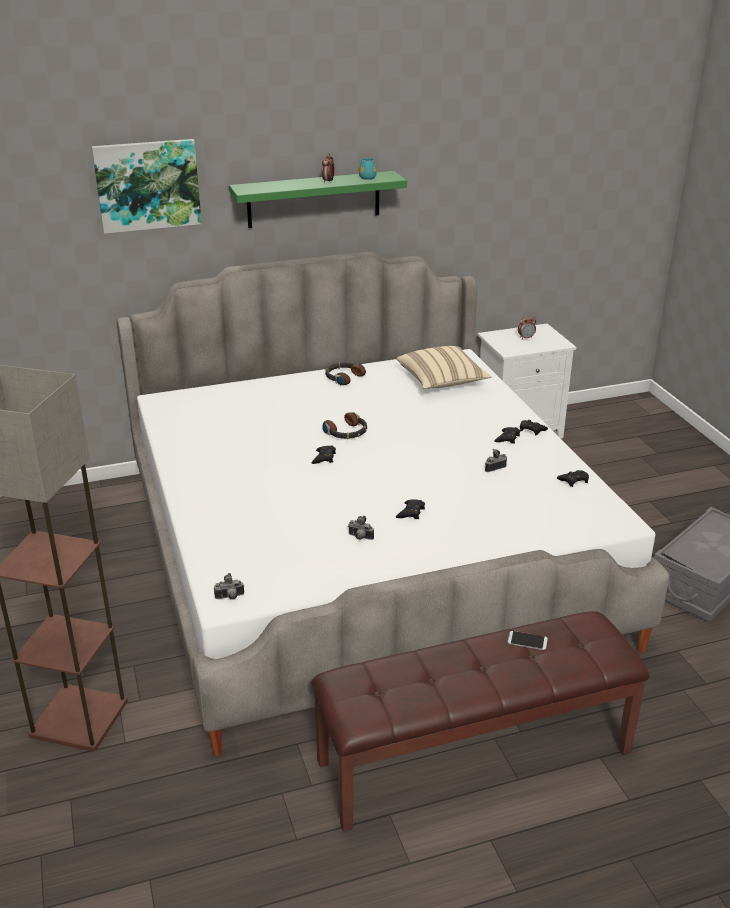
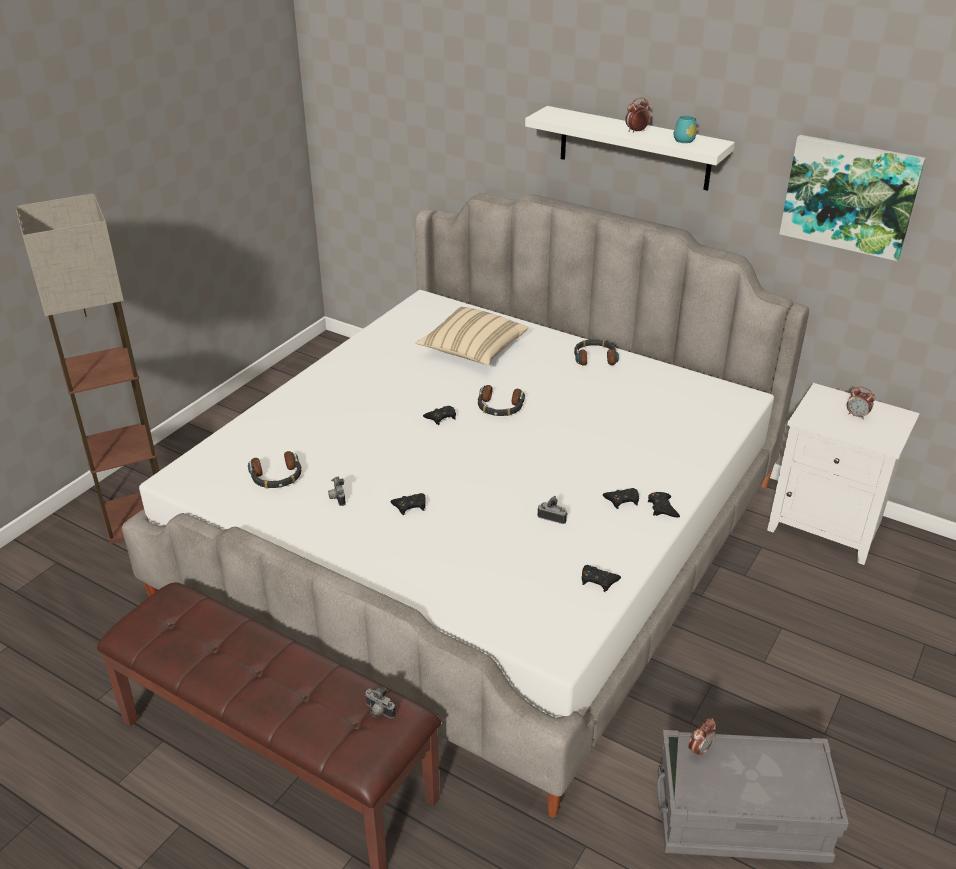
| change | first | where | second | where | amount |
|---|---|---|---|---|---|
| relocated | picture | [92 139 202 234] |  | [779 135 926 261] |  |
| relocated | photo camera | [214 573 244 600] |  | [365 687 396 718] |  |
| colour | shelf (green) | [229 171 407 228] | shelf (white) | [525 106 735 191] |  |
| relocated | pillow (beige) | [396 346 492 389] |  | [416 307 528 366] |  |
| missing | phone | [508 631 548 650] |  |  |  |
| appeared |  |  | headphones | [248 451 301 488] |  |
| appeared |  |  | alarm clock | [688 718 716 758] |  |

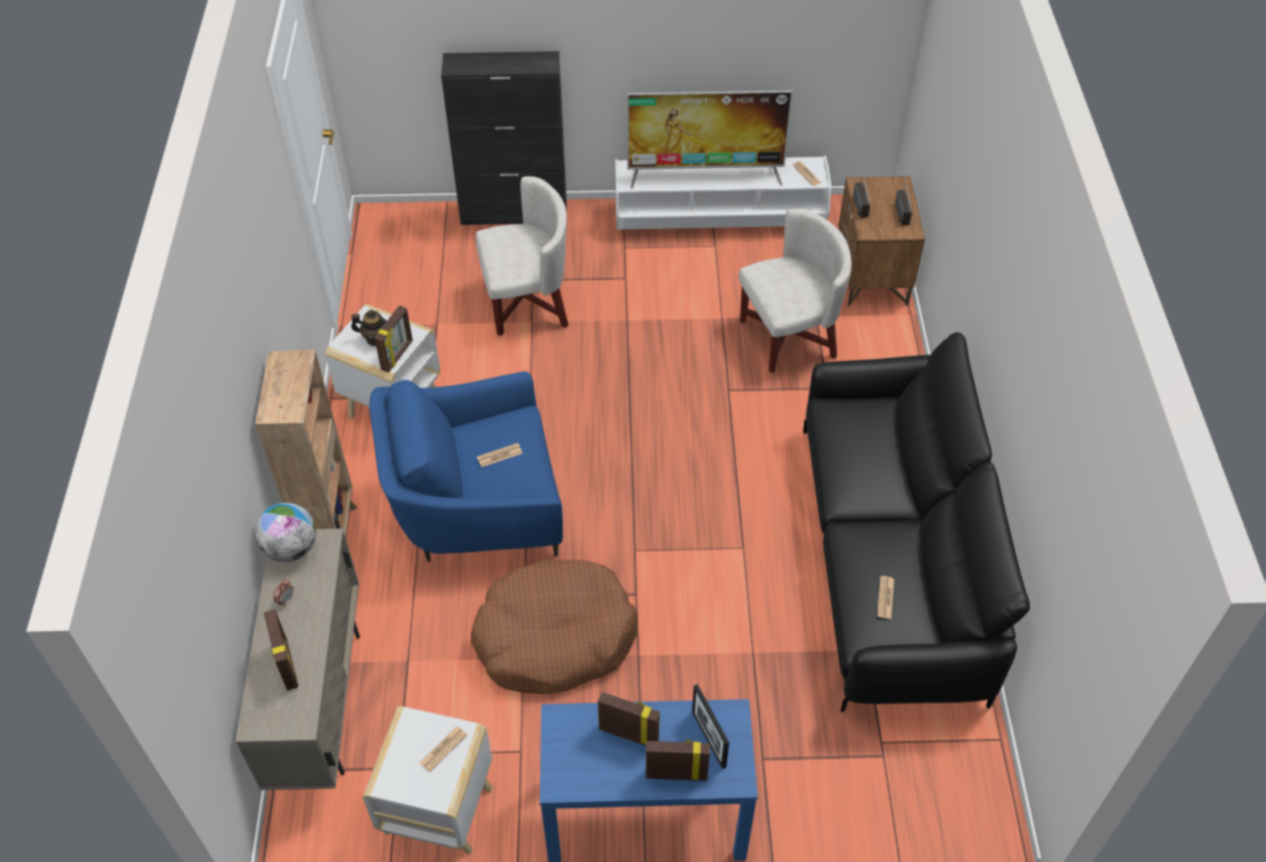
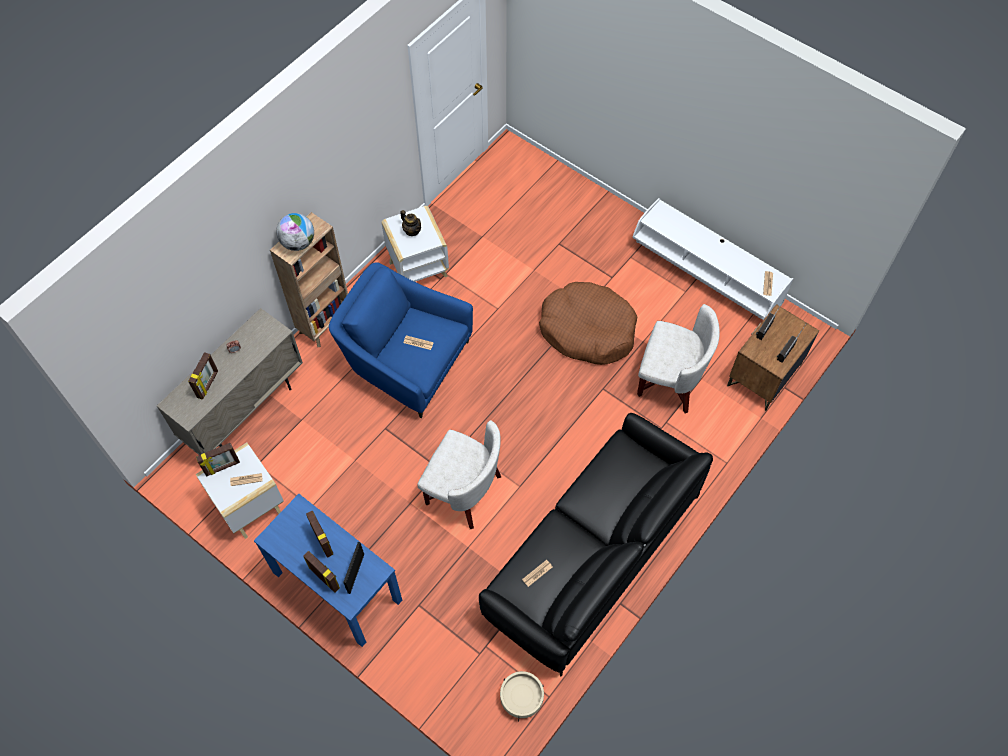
| change | first | where | second | where | amount |
|---|---|---|---|---|---|
| relocated | globe | [255 503 316 562] |  | [276 213 314 251] |  |
| relocated | picture frame | [374 305 413 373] |  | [196 443 240 476] |  |
| missing | cabinet (black) | [441 51 567 225] |  |  |  |
| relocated | dog bed (brown) | [471 559 638 694] |  | [539 282 638 365] |  |
| relocated | armchair (white) | [476 176 568 336] |  | [417 420 501 529] |  |
| missing | television | [627 91 793 189] |  |  |  |
| appeared |  |  | planter (beige) | [500 671 544 721] |  |

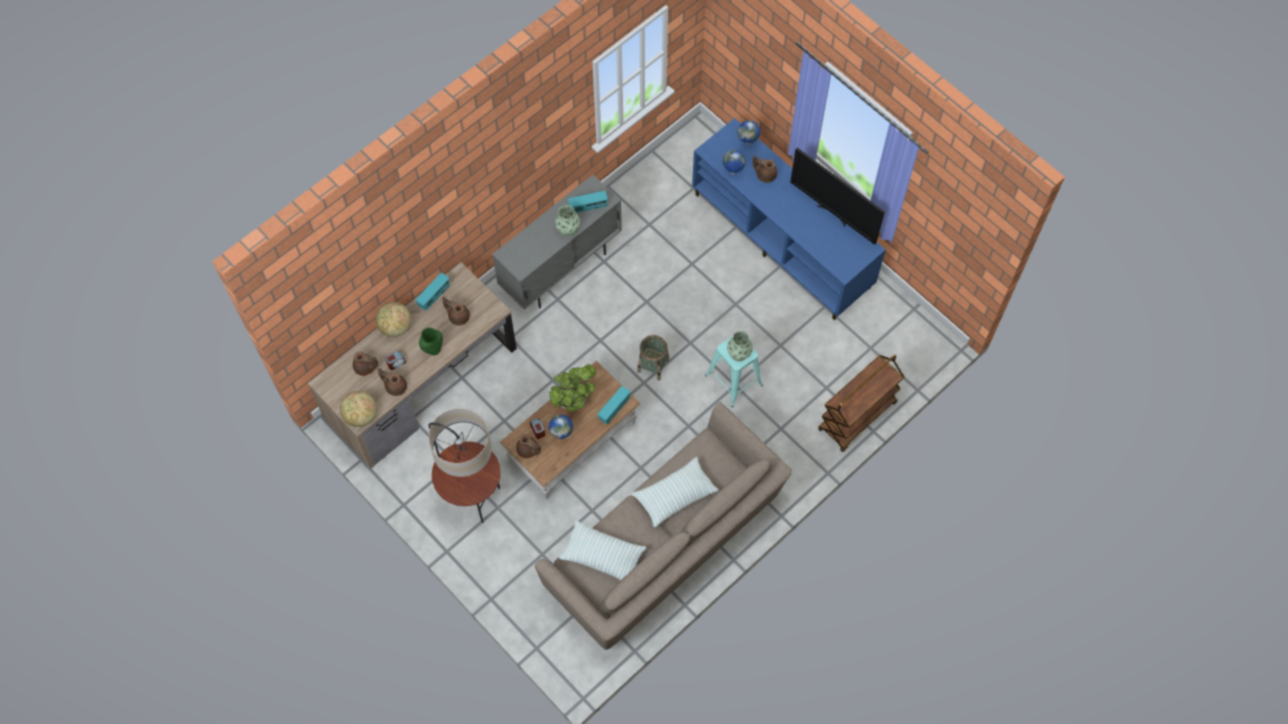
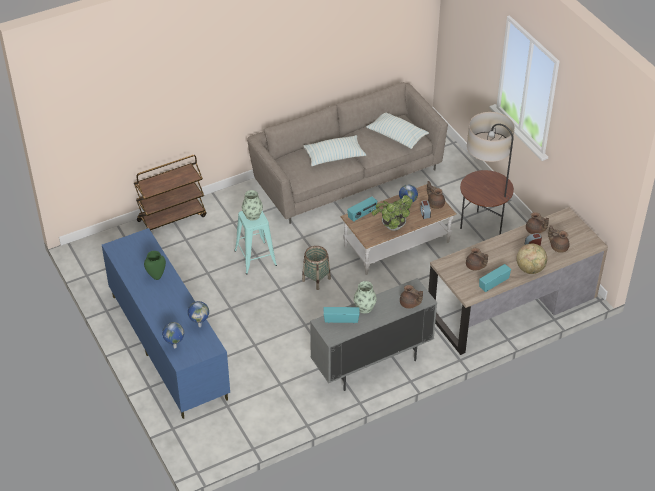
| change | first | where | second | where | amount |
|---|---|---|---|---|---|
| missing | globe | [340 391 377 427] |  |  |  |
| relocated | vase (green) | [419 328 443 355] |  | [144 251 166 280] |  |
| relocated | teapot (brown) | [753 156 777 183] |  | [400 285 423 309] |  |
| missing | television | [790 148 885 245] |  |  |  |

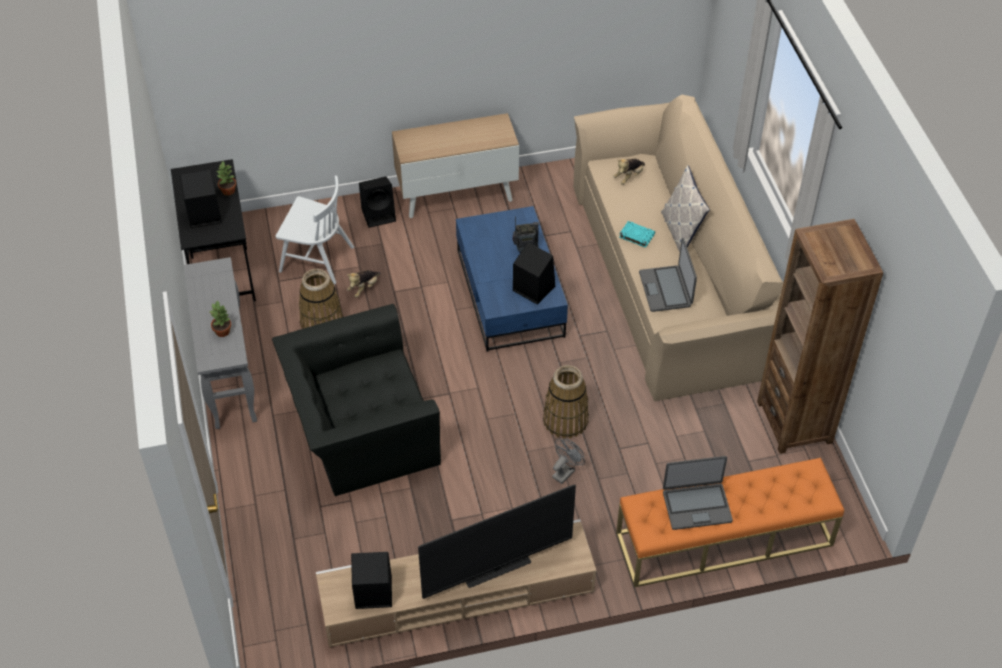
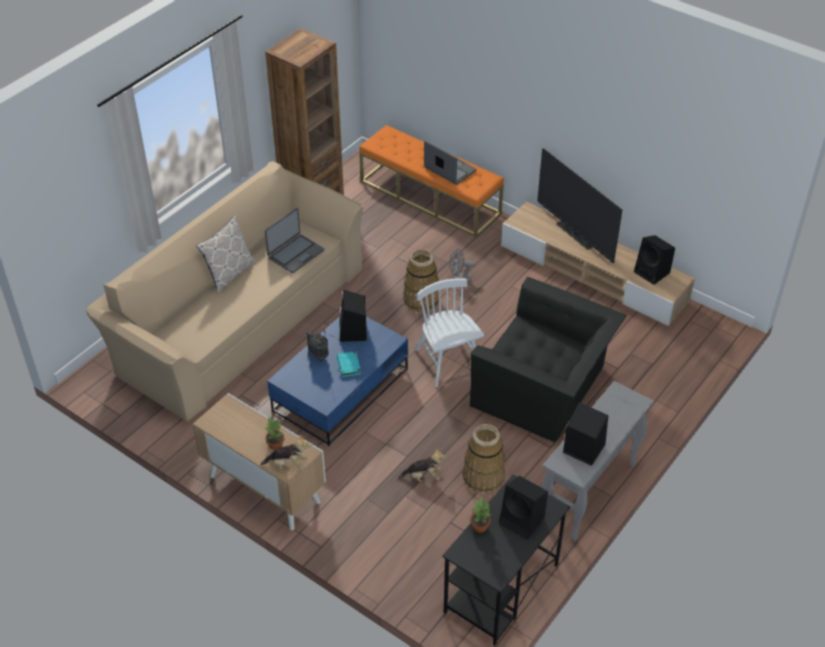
| change | first | where | second | where | amount |
|---|---|---|---|---|---|
| relocated | potted plant | [210 300 231 337] |  | [265 417 284 450] |  |
| relocated | chair (white) | [276 176 354 284] |  | [414 278 484 387] |  |
| relocated | speaker (black) | [359 177 396 228] |  | [563 402 608 466] |  |
| spun | television | [418 484 576 599] |  | [537 148 622 263] | 150 degrees counterclockwise |
| relocated | plush toy | [613 159 645 185] |  | [261 434 311 470] |  |
| relocated | book (turquoise) | [619 221 655 248] |  | [337 351 361 377] |  |

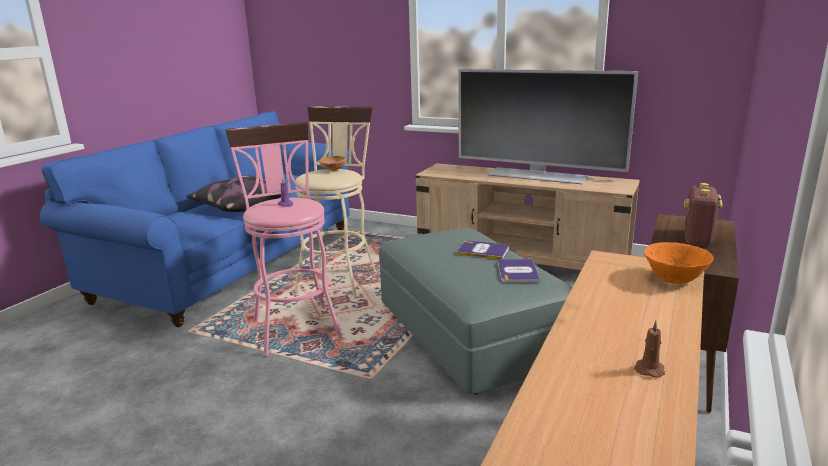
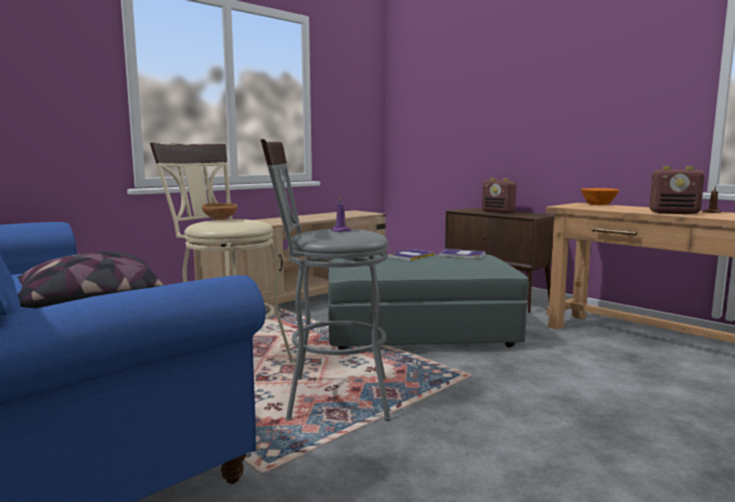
| change | first | where | second | where | amount |
|---|---|---|---|---|---|
| colour | stool (pink) | [225 122 343 357] | stool (grey) | [261 139 391 421] |  |
| missing | television | [458 69 638 184] |  |  |  |
| appeared |  |  | radio | [649 166 705 214] |  |

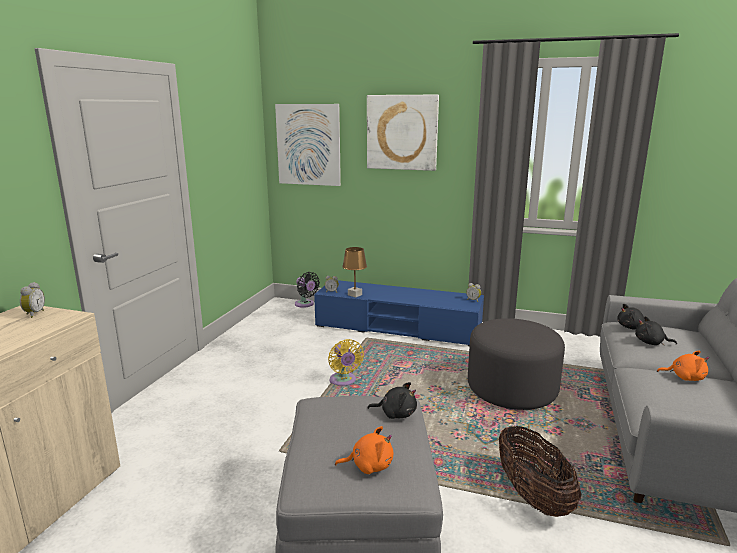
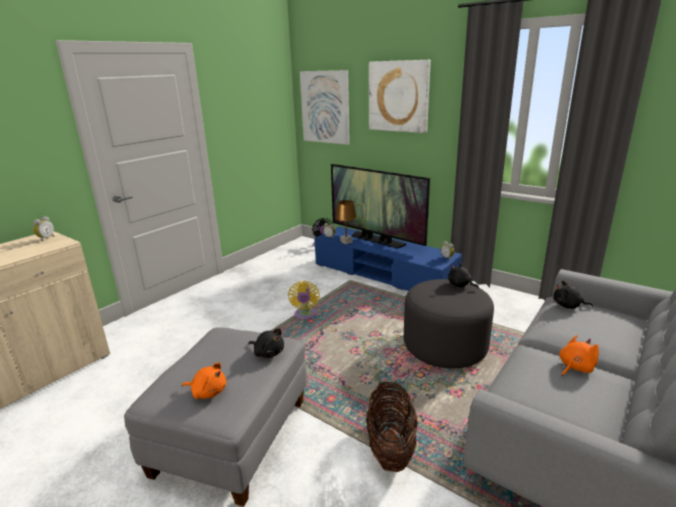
| change | first | where | second | where | amount |
|---|---|---|---|---|---|
| relocated | plush toy (black) | [635 316 677 346] |  | [448 262 479 289] |  |
| spun | plush toy (orange) | [657 351 709 381] |  | [559 335 599 376] | 75 degrees counterclockwise |
| appeared |  |  | television | [331 164 430 248] |  |

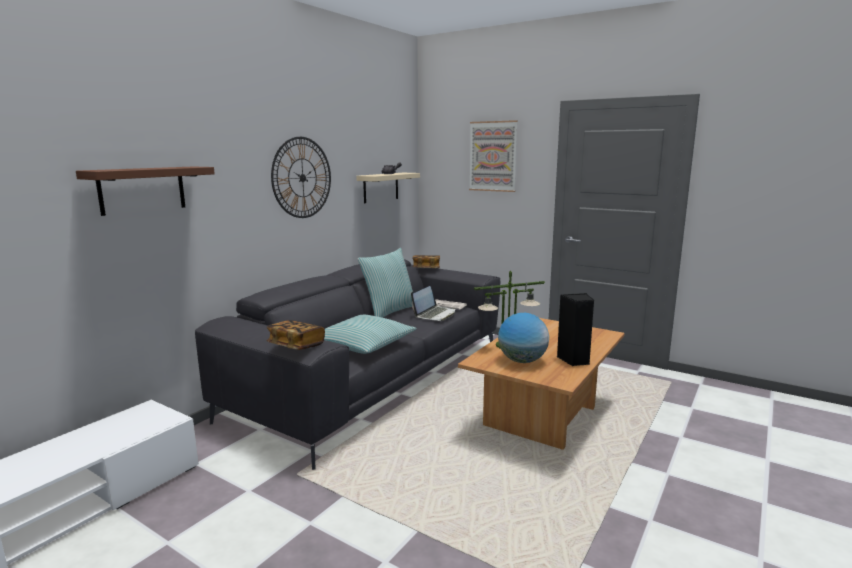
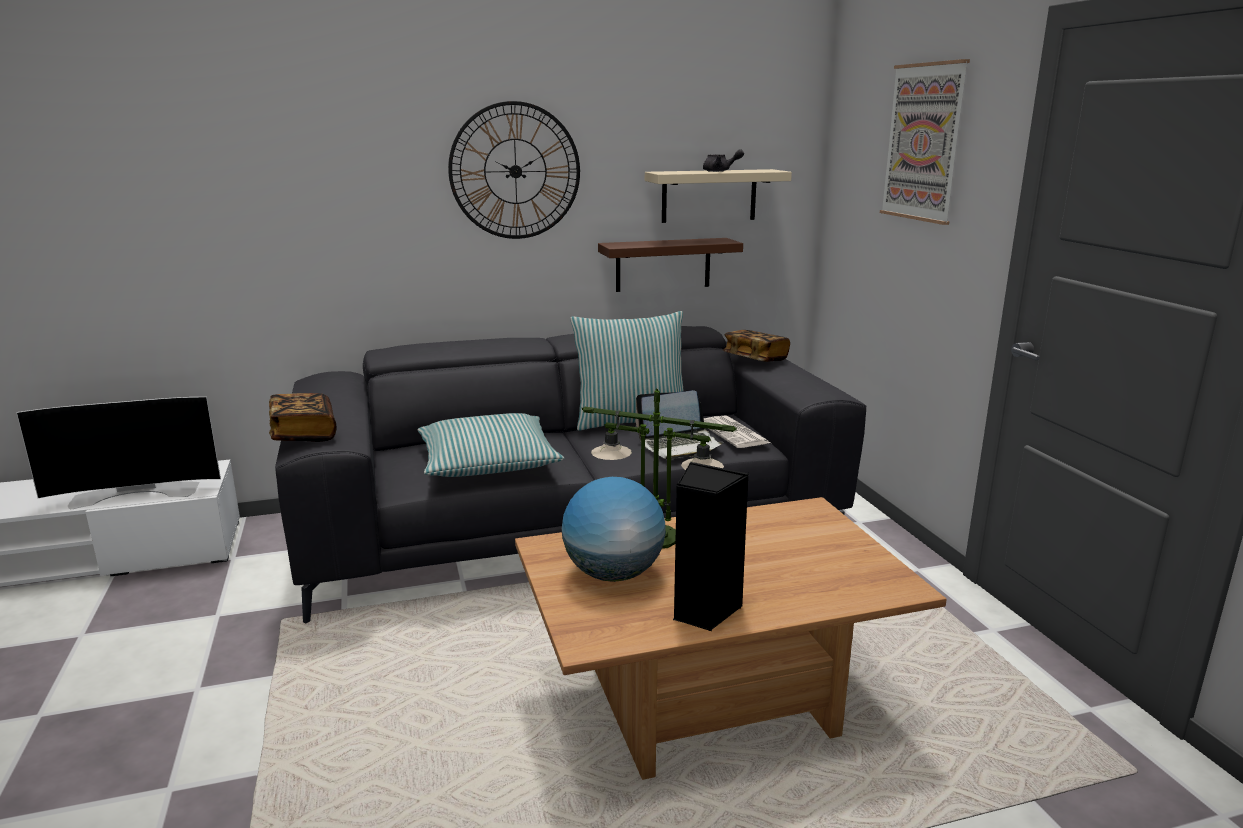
| change | first | where | second | where | amount |
|---|---|---|---|---|---|
| relocated | shelf (brown) | [76 166 215 216] |  | [598 238 743 292] |  |
| appeared |  |  | television | [16 397 221 509] |  |

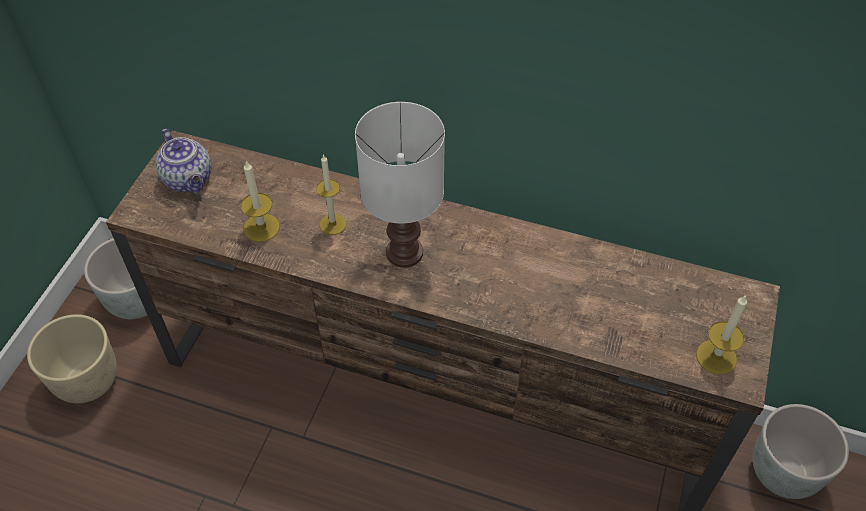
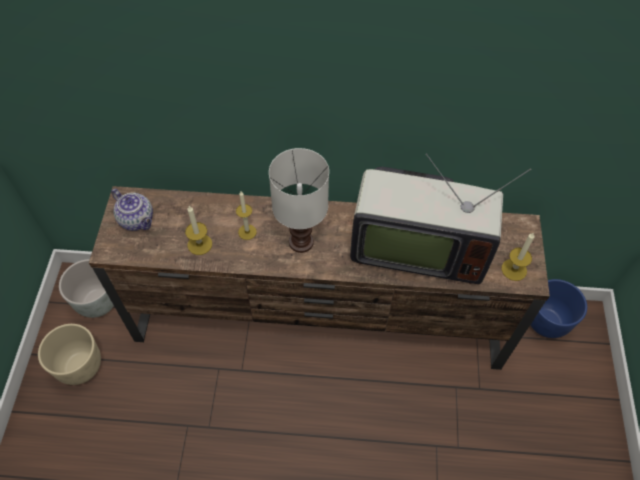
| change | first | where | second | where | amount |
|---|---|---|---|---|---|
| colour | planter (grey) | [752 404 849 499] | planter (blue) | [531 279 587 338] |  |
| appeared |  |  | television | [350 153 531 284] |  |

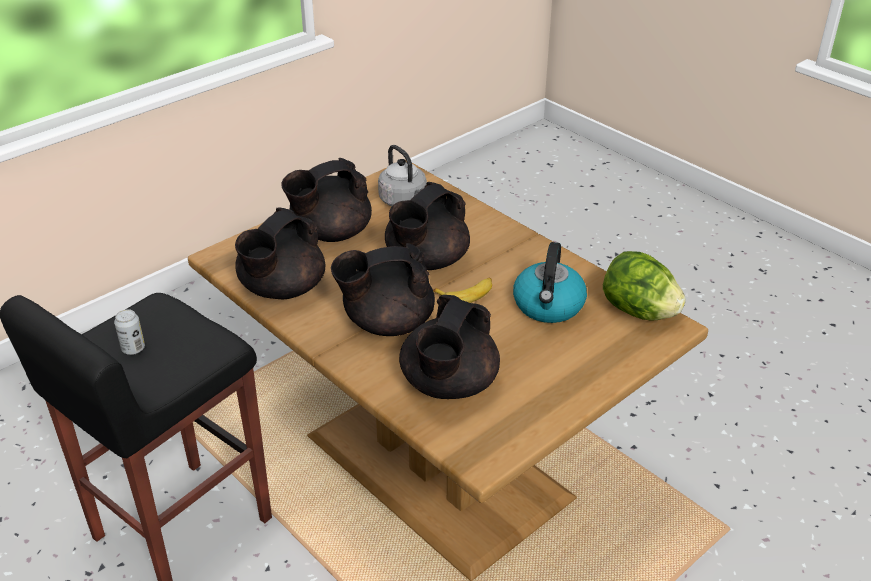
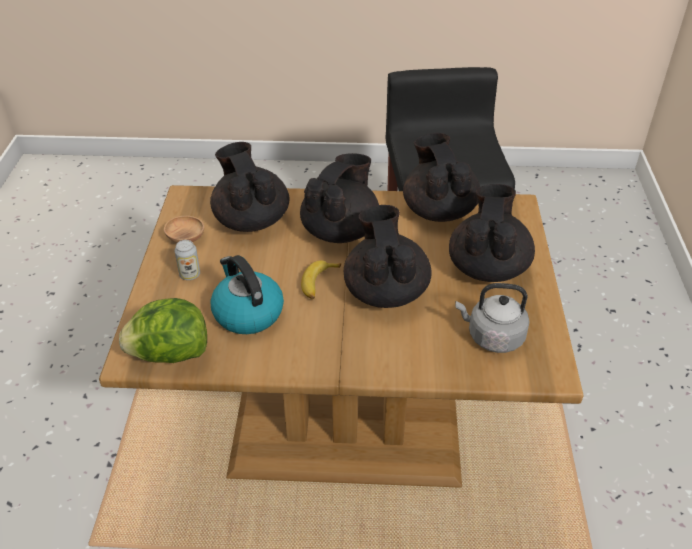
| change | first | where | second | where | amount |
|---|---|---|---|---|---|
| relocated | can | [114 309 145 355] |  | [175 240 200 280] |  |
| appeared |  |  | bowl (brown) | [164 216 204 243] |  |

